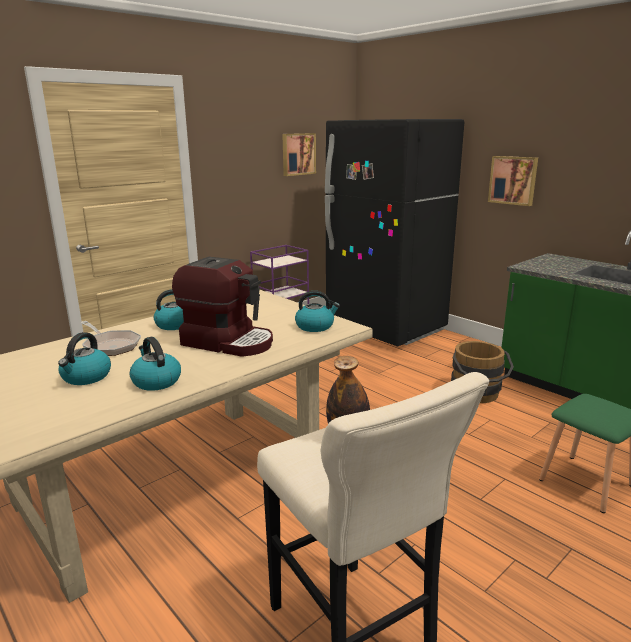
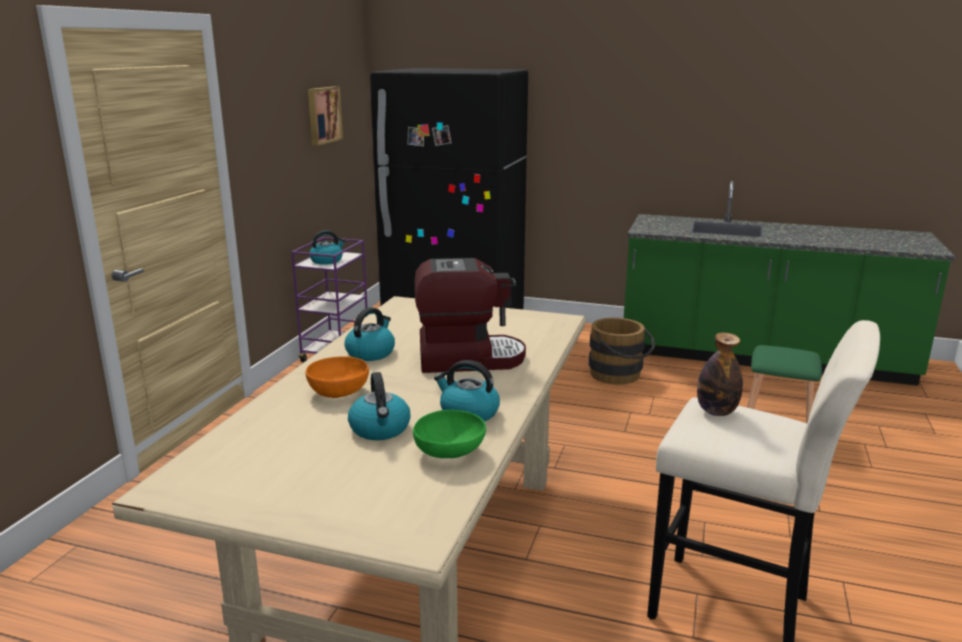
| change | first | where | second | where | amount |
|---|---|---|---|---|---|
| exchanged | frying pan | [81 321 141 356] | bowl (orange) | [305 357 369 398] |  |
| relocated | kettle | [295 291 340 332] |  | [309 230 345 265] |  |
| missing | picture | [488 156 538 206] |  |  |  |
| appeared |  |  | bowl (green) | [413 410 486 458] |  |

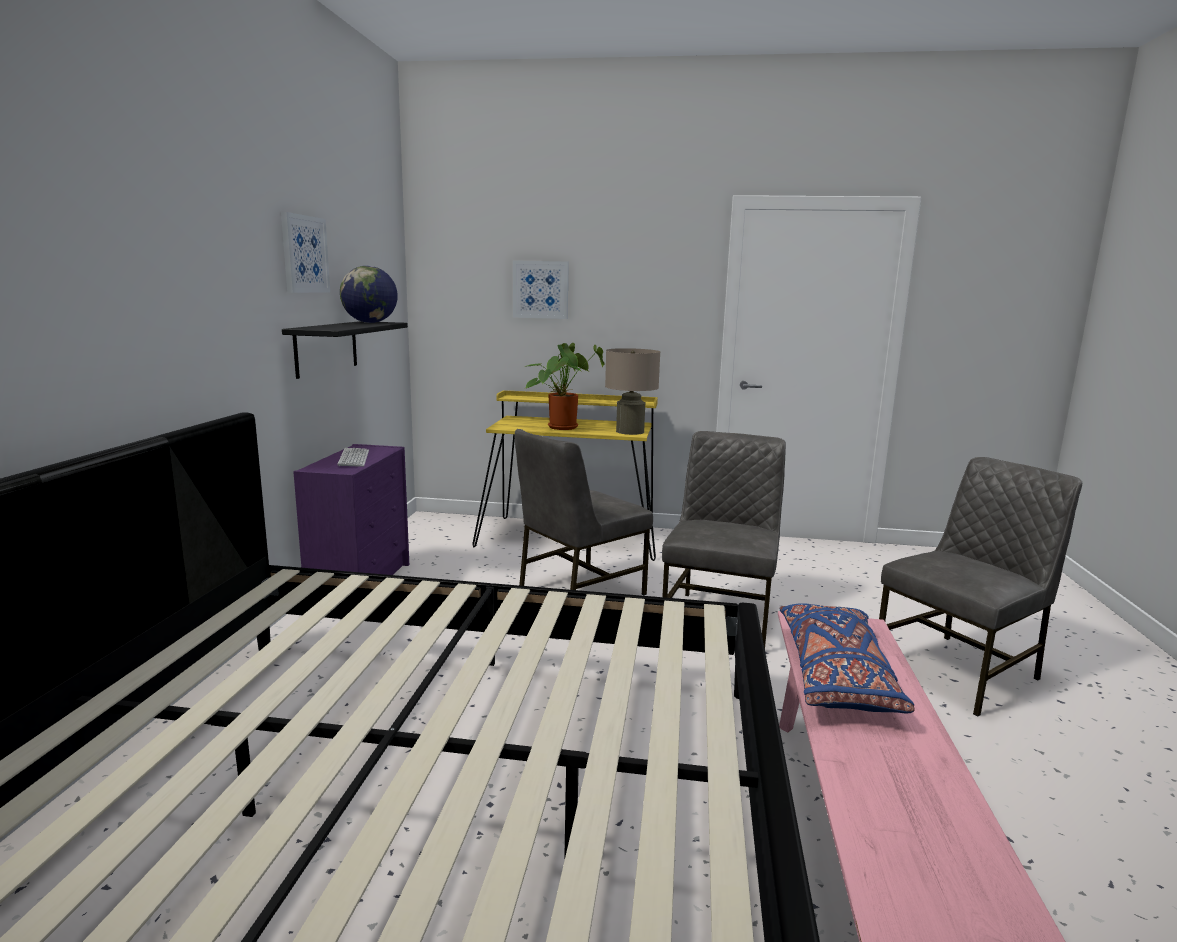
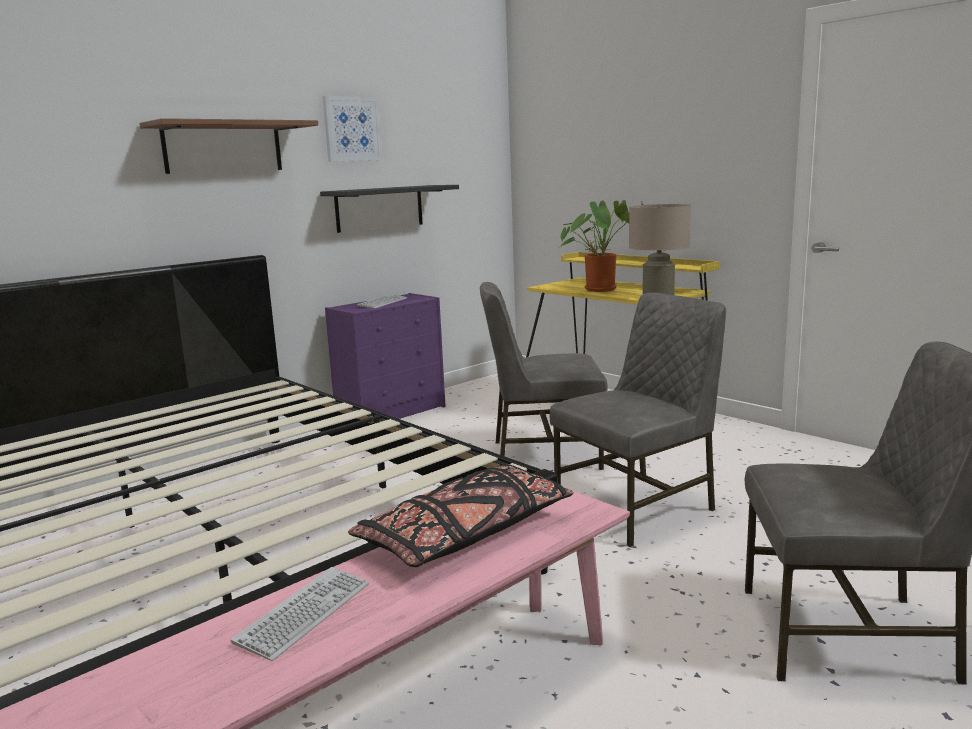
| change | first | where | second | where | amount |
|---|---|---|---|---|---|
| missing | globe | [340 266 398 323] |  |  |  |
| missing | picture | [513 260 569 319] |  |  |  |
| colour | pillow (blue) | [780 603 915 713] | pillow (black) | [348 465 573 567] |  |
| appeared |  |  | shelf (brown) | [139 118 318 174] |  |
| appeared |  |  | keyboard | [231 567 369 661] |  |

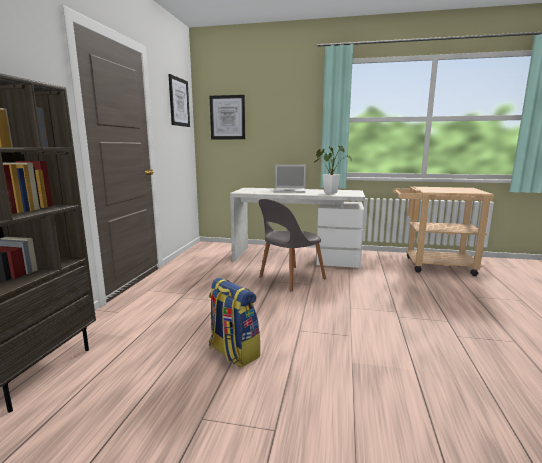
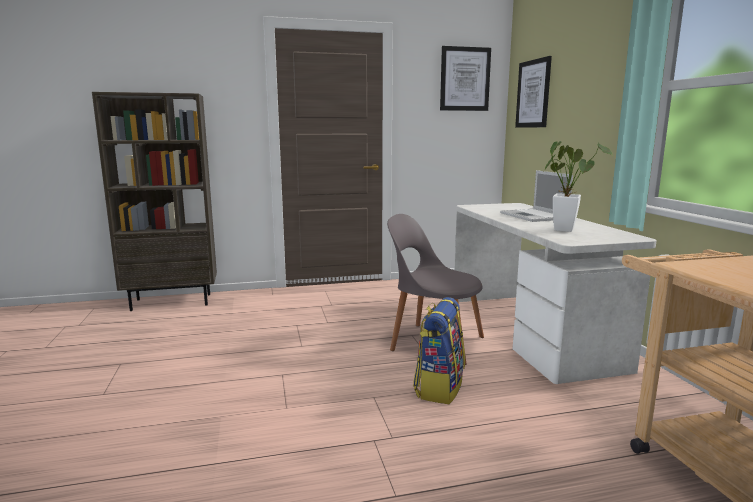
| change | first | where | second | where | amount |
|---|---|---|---|---|---|
| relocated | backpack | [209 278 260 367] |  | [413 297 465 404] |  |

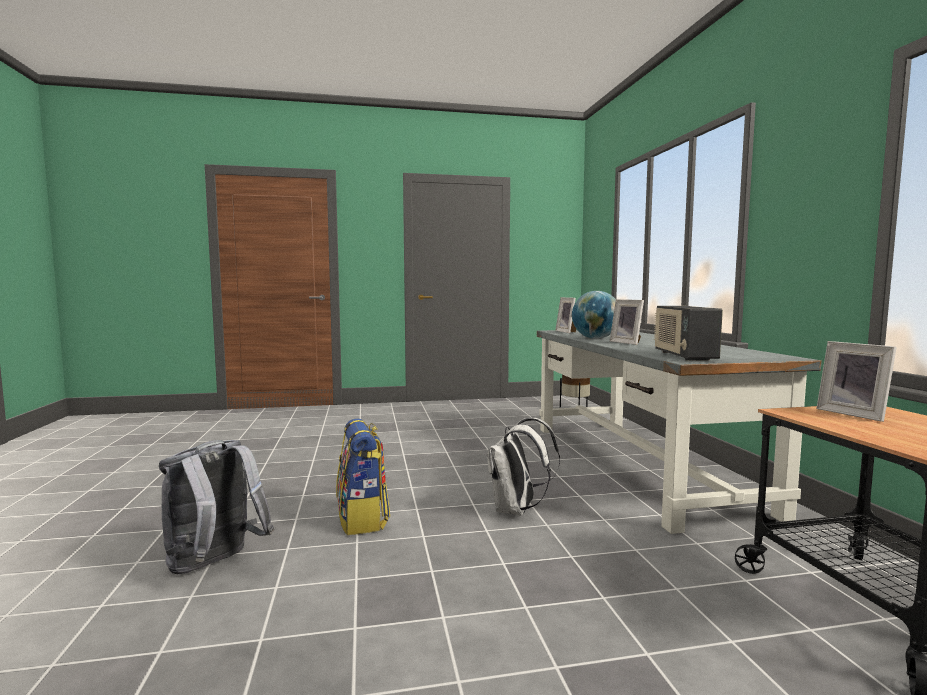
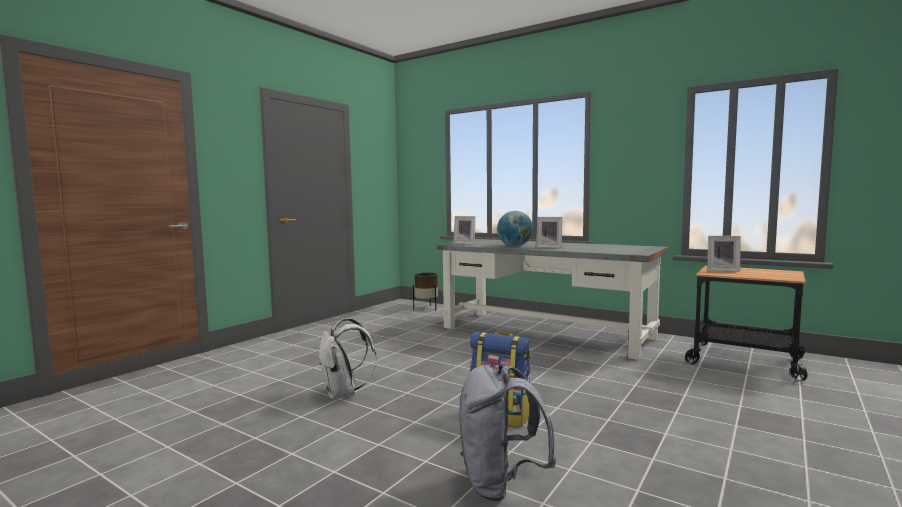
| change | first | where | second | where | amount |
|---|---|---|---|---|---|
| relocated | backpack (white) | [488 418 560 516] |  | [318 318 377 399] |  |
| missing | radio | [654 306 723 360] |  |  |  |

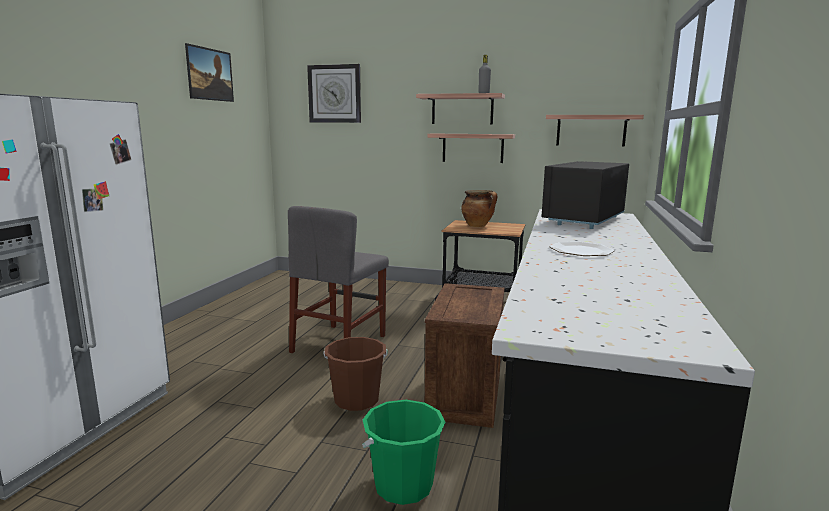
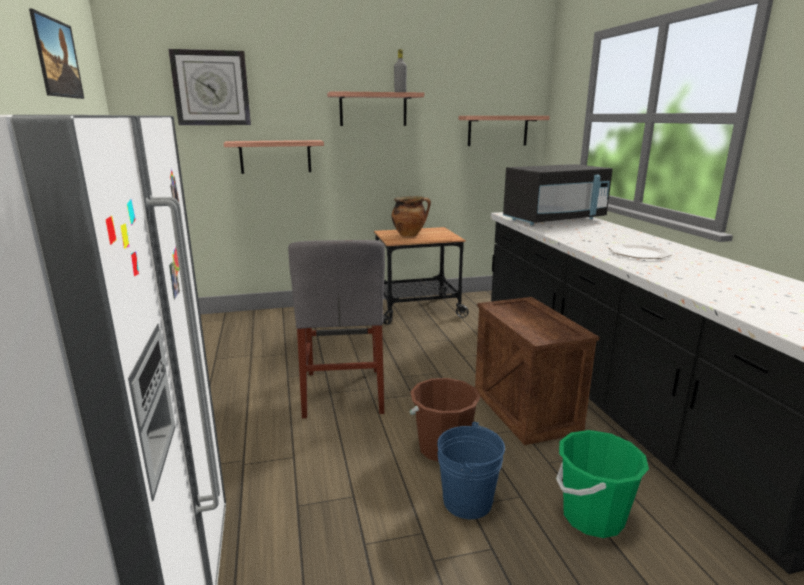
| change | first | where | second | where | amount |
|---|---|---|---|---|---|
| relocated | shelf | [428 134 515 163] |  | [224 140 324 174] |  |
| spun | microwave (black) | [541 161 629 229] |  | [503 164 613 225] | 120 degrees counterclockwise |
| appeared |  |  | bucket (blue) | [437 422 505 519] |  |

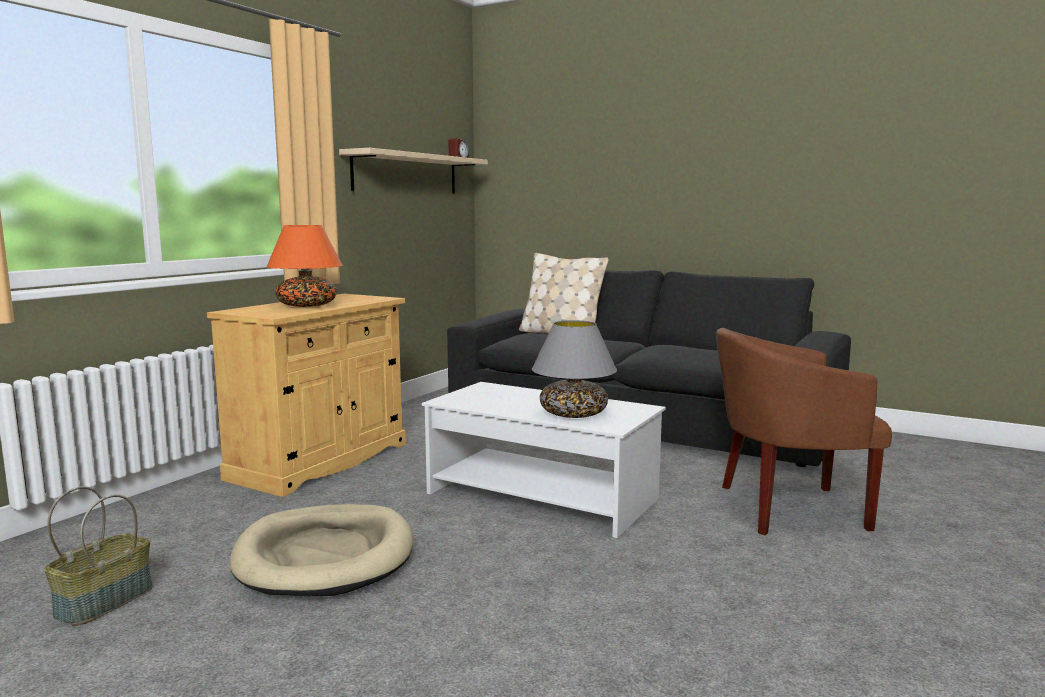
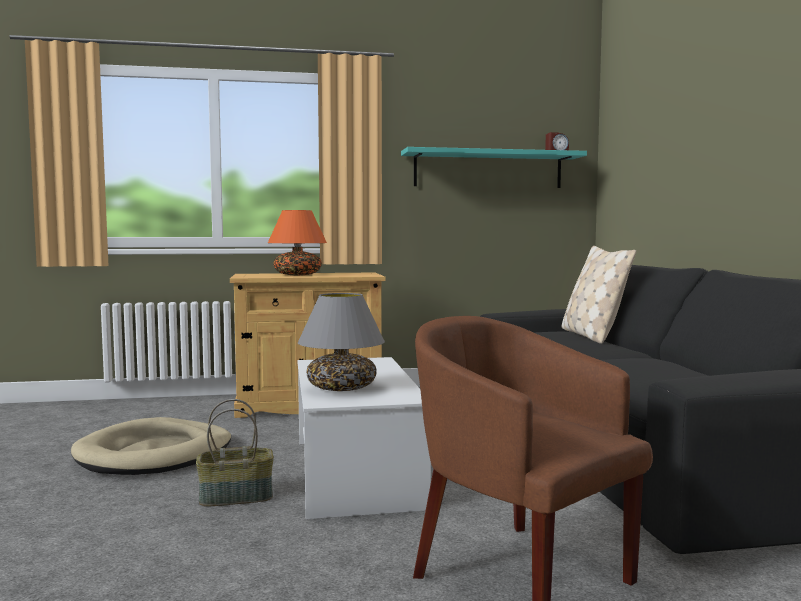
| change | first | where | second | where | amount |
|---|---|---|---|---|---|
| relocated | basket | [44 486 153 626] |  | [196 399 274 506] |  |
| colour | shelf (beige) | [339 148 488 194] | shelf (turquoise) | [401 147 587 188] |  |

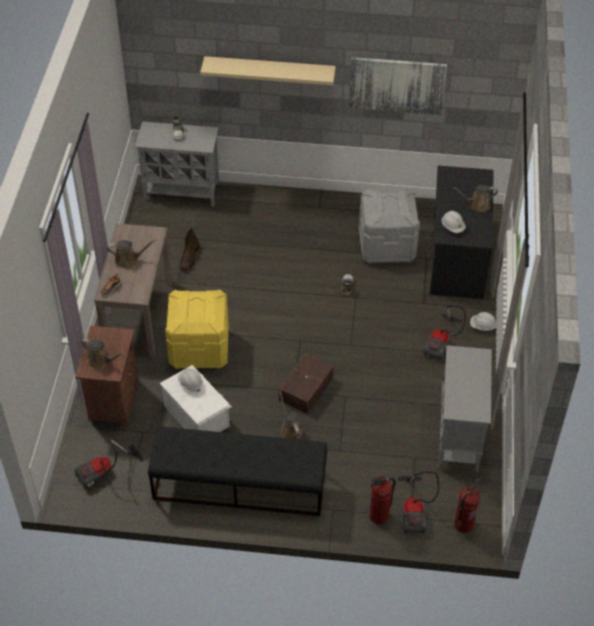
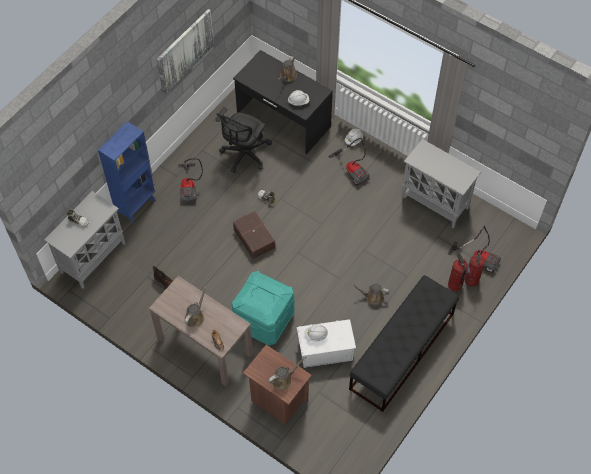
| change | first | where | second | where | amount |
|---|---|---|---|---|---|
| relocated | vacuum cleaner | [75 438 144 488] |  | [179 158 203 203] |  |
| colour | storage box (yellow) | [165 289 229 369] | storage box (turquoise) | [231 271 294 346] |  |
| missing | shelf (beige) | [200 56 336 85] |  |  |  |
| relocated | storage box (brown) | [279 353 333 414] |  | [233 211 275 259] |  |
| exchanged | storage box (grey) | [359 189 420 263] | office chair (black) | [215 107 272 173] |  |
| relocated | fire extinguisher | [454 478 480 533] |  | [448 252 468 291] |  |
| appeared |  |  | bookcase (blue) | [98 121 156 223] |  |

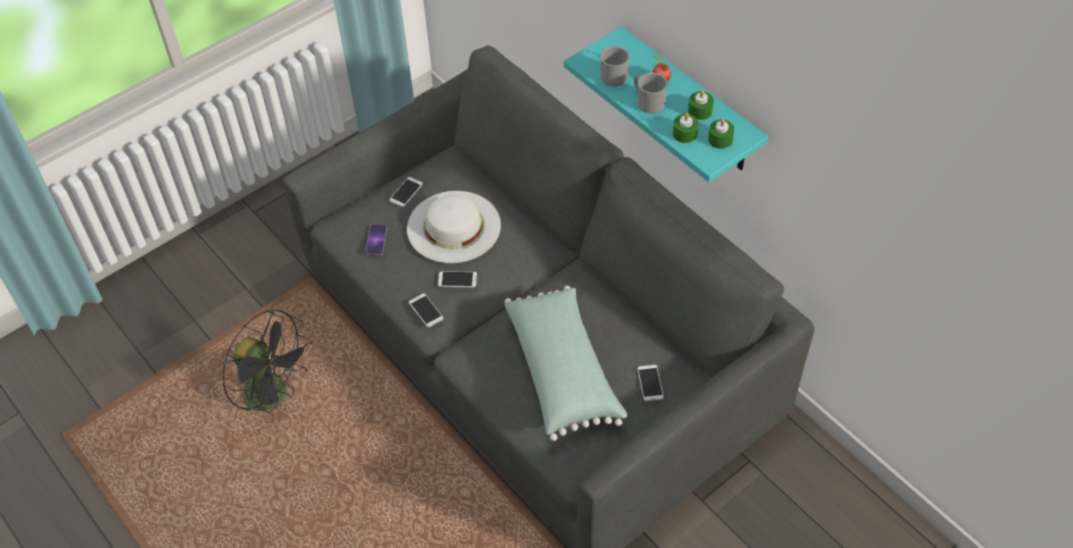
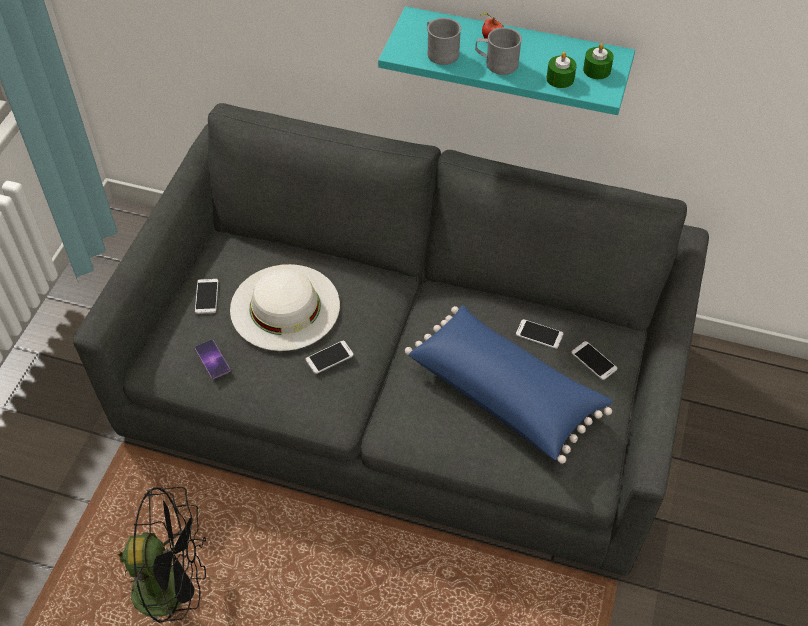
| change | first | where | second | where | amount |
|---|---|---|---|---|---|
| relocated | phone | [409 293 443 327] |  | [516 319 564 349] |  |
| colour | pillow (green) | [504 286 627 441] | pillow (blue) | [405 305 612 464] |  |
| missing | candle (green) | [688 90 714 120] |  |  |  |

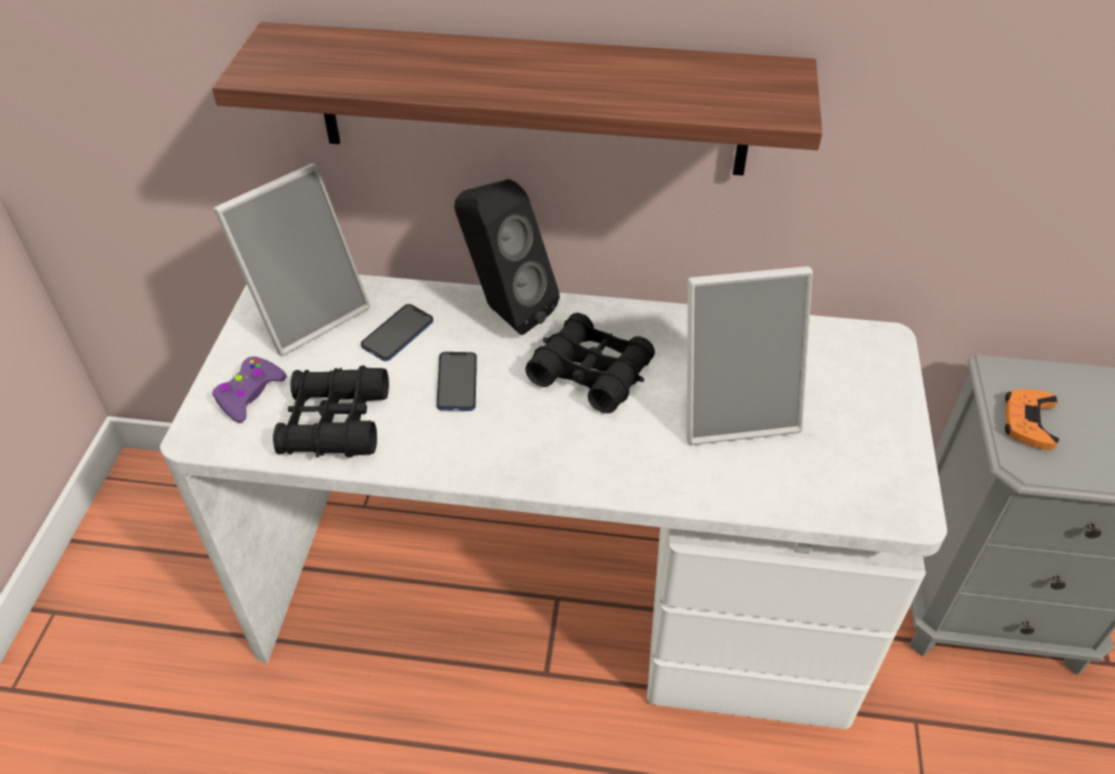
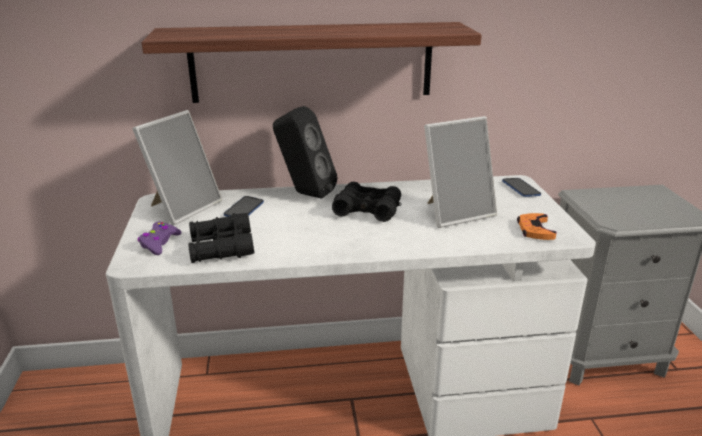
| change | first | where | second | where | amount |
|---|---|---|---|---|---|
| relocated | phone | [436 352 477 411] |  | [502 178 541 197] |  |
| relocated | game controller (orange) | [1005 389 1059 450] |  | [517 213 557 240] |  |

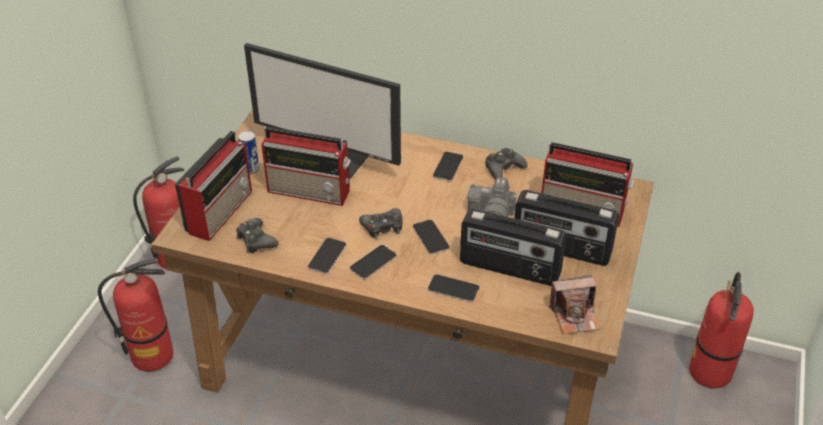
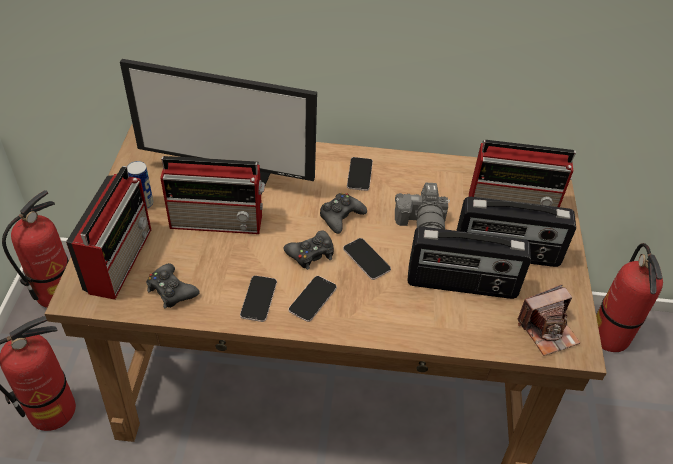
| change | first | where | second | where | amount |
|---|---|---|---|---|---|
| missing | phone | [428 274 480 302] |  |  |  |
| relocated | game controller (black) | [485 148 528 179] |  | [320 193 367 234] |  |

